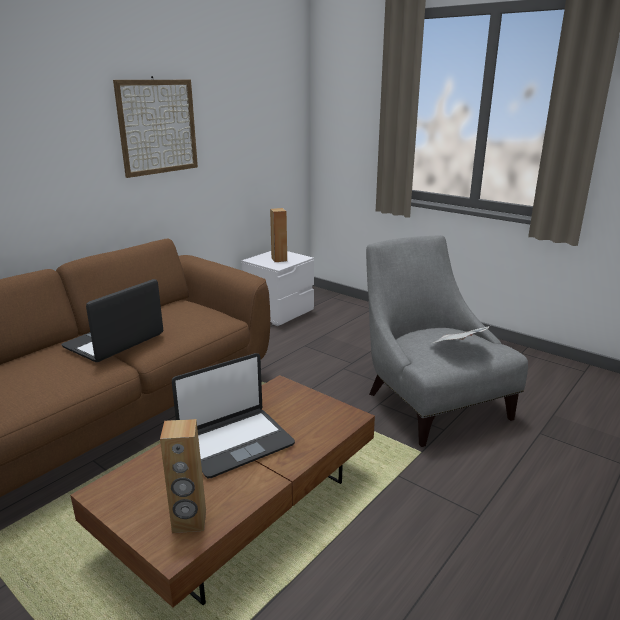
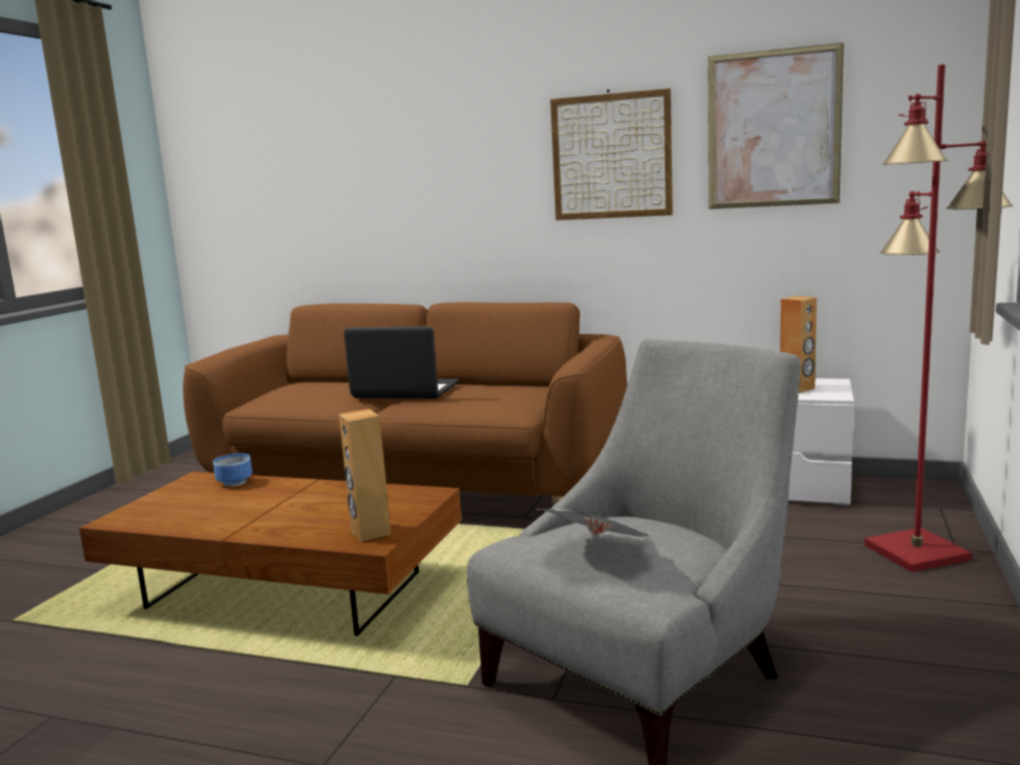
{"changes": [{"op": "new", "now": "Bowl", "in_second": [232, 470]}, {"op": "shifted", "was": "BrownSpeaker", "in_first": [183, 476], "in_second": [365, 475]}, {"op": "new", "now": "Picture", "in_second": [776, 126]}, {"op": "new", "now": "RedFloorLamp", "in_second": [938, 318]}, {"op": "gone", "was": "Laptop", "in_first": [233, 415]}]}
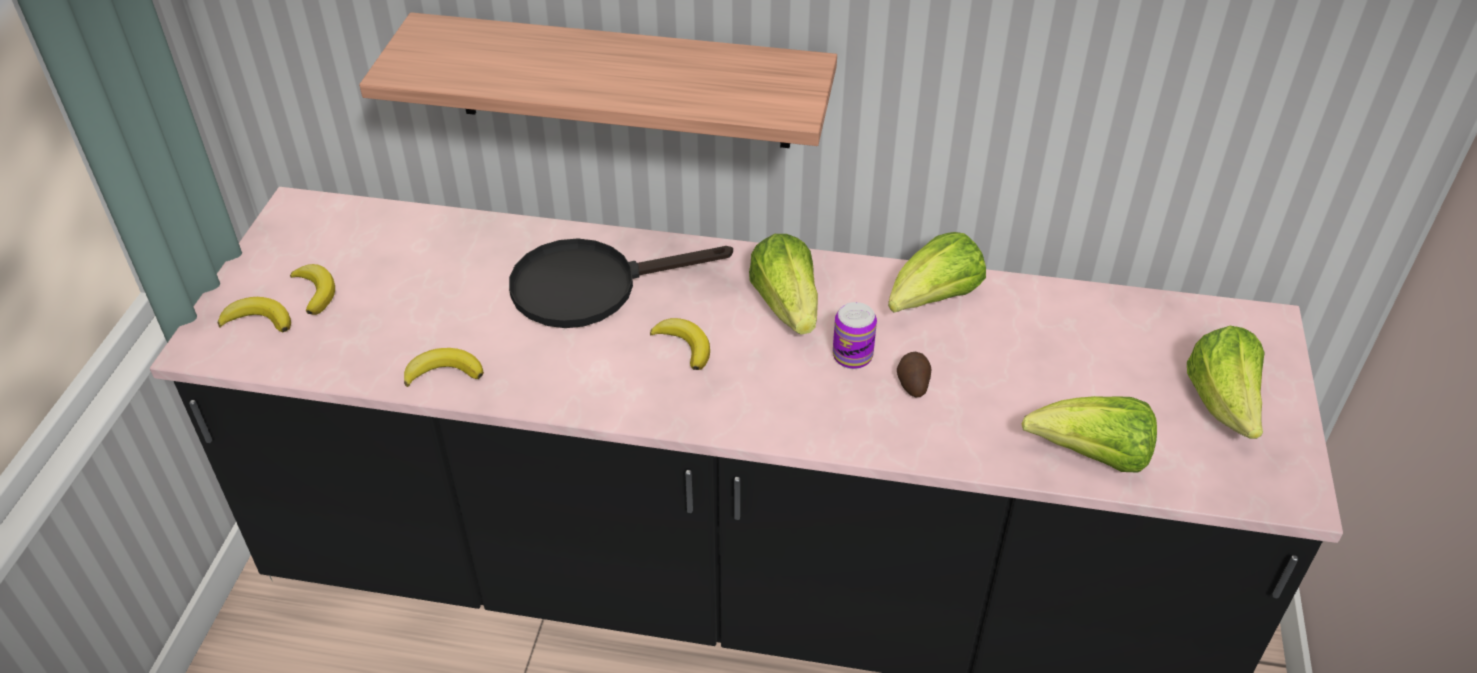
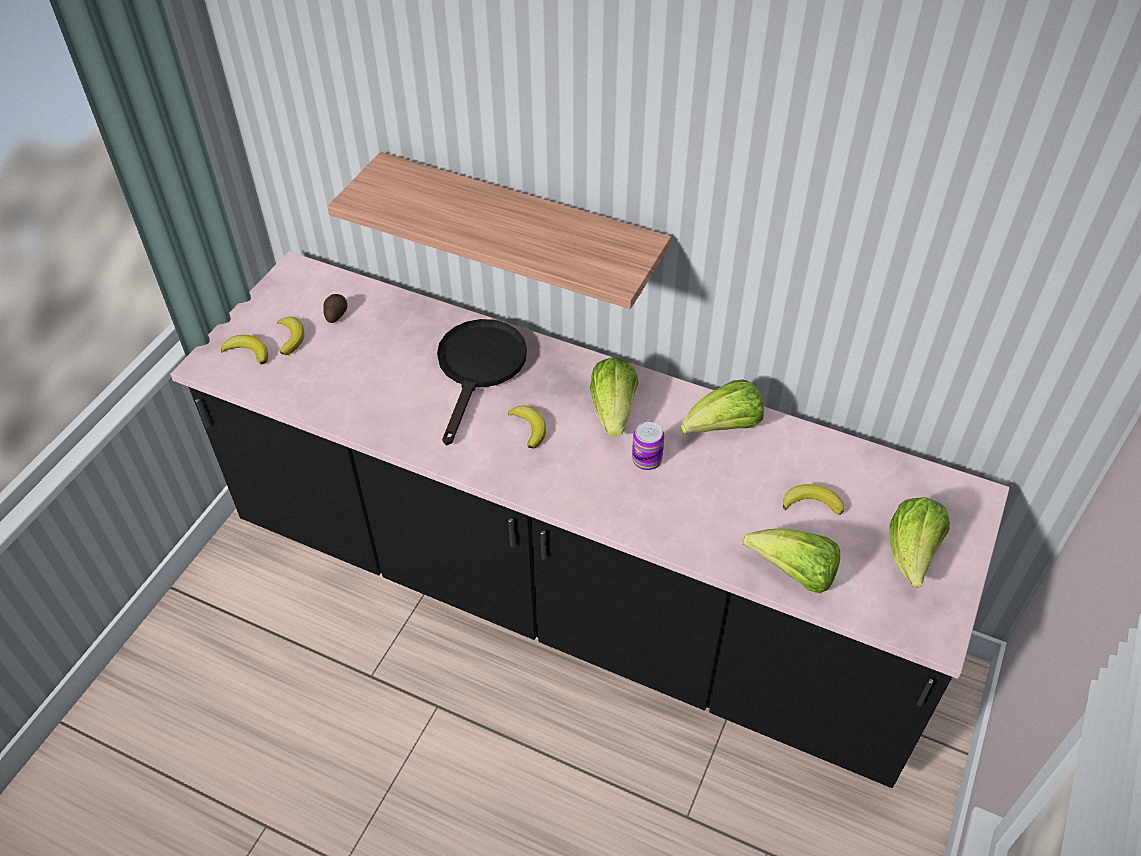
{"changes": [{"op": "shifted", "was": "Potato", "in_first": [914, 374], "in_second": [335, 308]}, {"op": "rotated", "was": "BlackFryingPan", "in_first": [621, 283], "in_second": [482, 382], "clockwise": 105}, {"op": "shifted", "was": "Banana", "in_first": [444, 367], "in_second": [813, 499]}]}
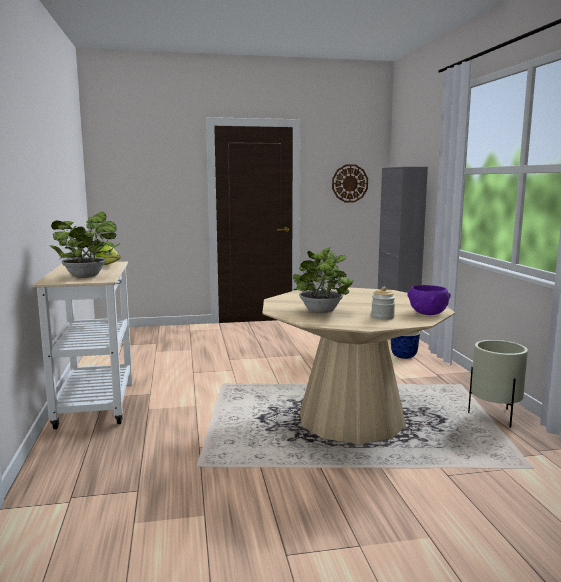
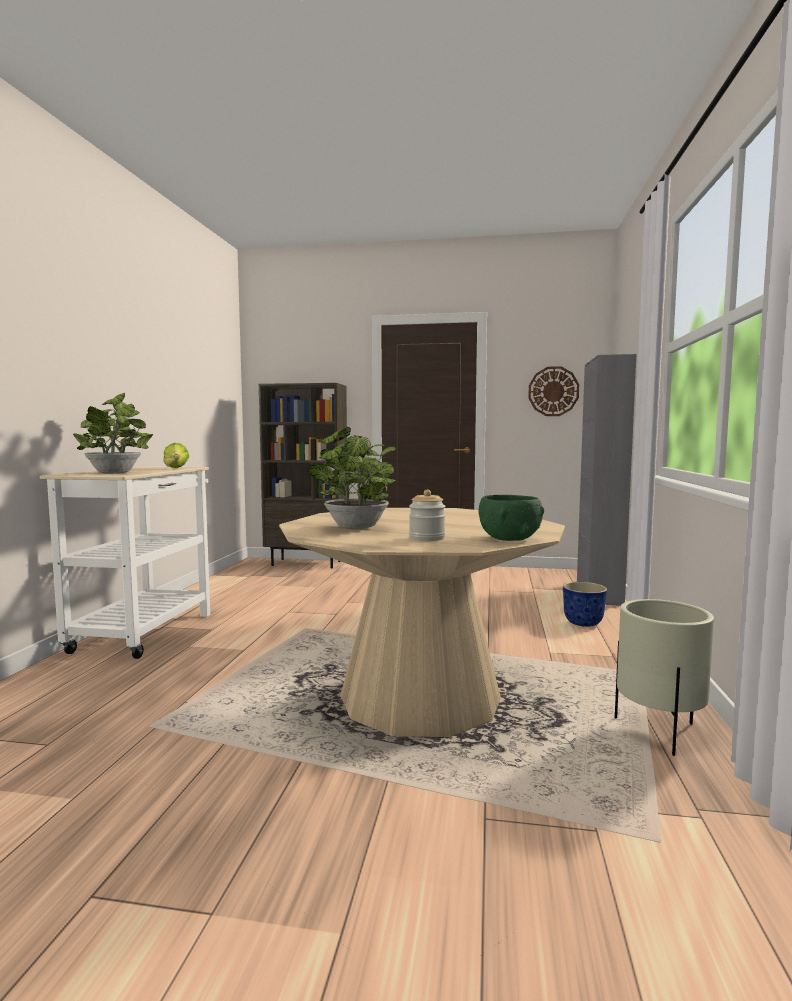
{"changes": [{"op": "new", "now": "BrownBookcase", "in_second": [303, 475]}, {"op": "repainted", "was": "PurpleBowl", "now": "GreenBowl", "in_first": [429, 300], "in_second": [511, 518]}]}
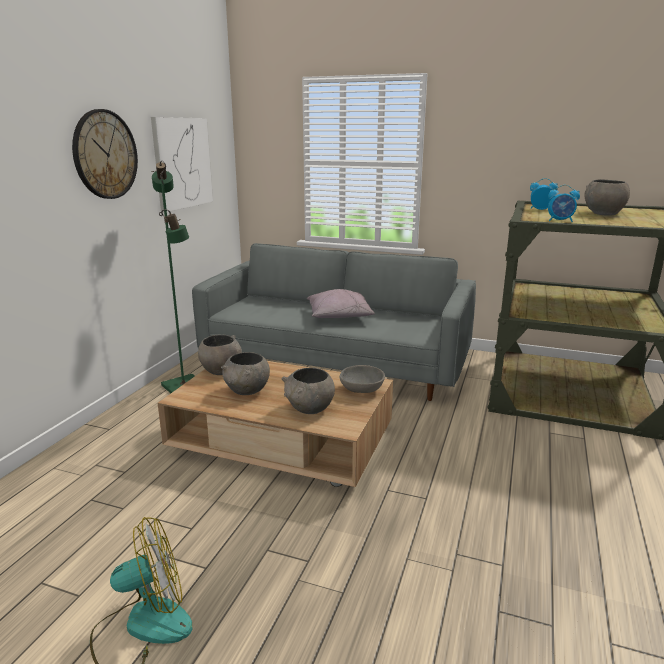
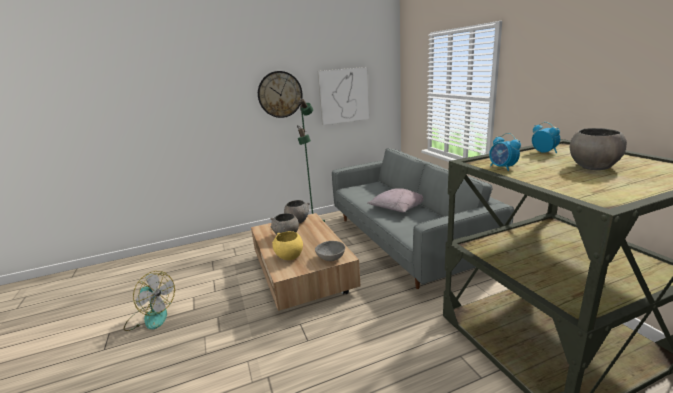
{"changes": [{"op": "repainted", "was": "GreyBowl", "now": "YellowBowl", "in_first": [308, 391], "in_second": [287, 245]}]}
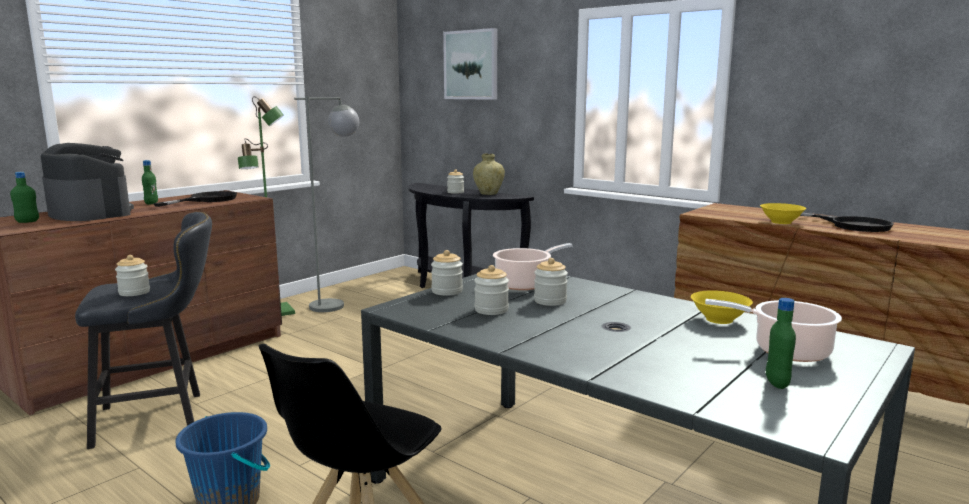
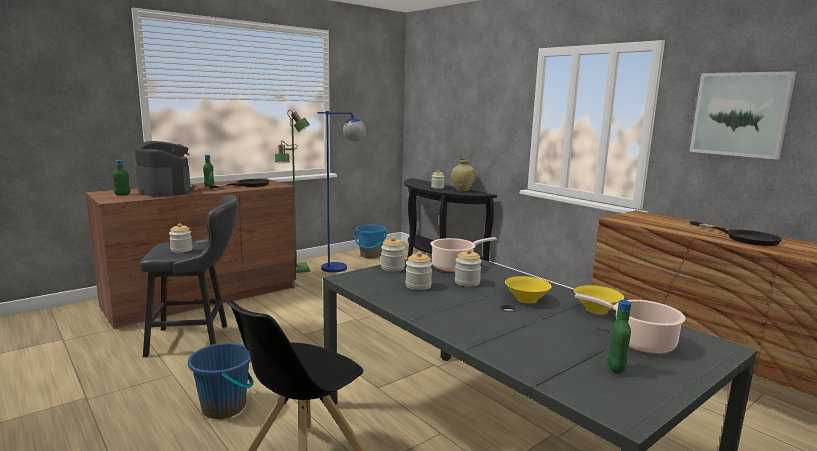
{"changes": [{"op": "repainted", "was": "GreyFloorLamp", "now": "BlueFloorLamp", "in_first": [326, 204], "in_second": [342, 192]}, {"op": "new", "now": "BlueBucket", "in_second": [371, 241]}, {"op": "shifted", "was": "YellowBowl", "in_first": [783, 213], "in_second": [528, 289]}, {"op": "shifted", "was": "Picture", "in_first": [470, 64], "in_second": [743, 115]}]}
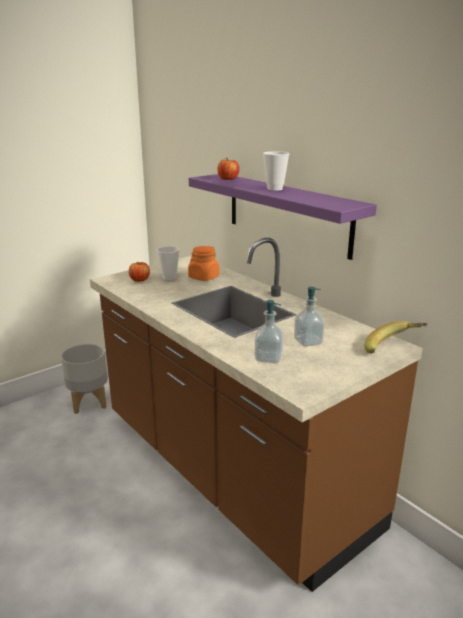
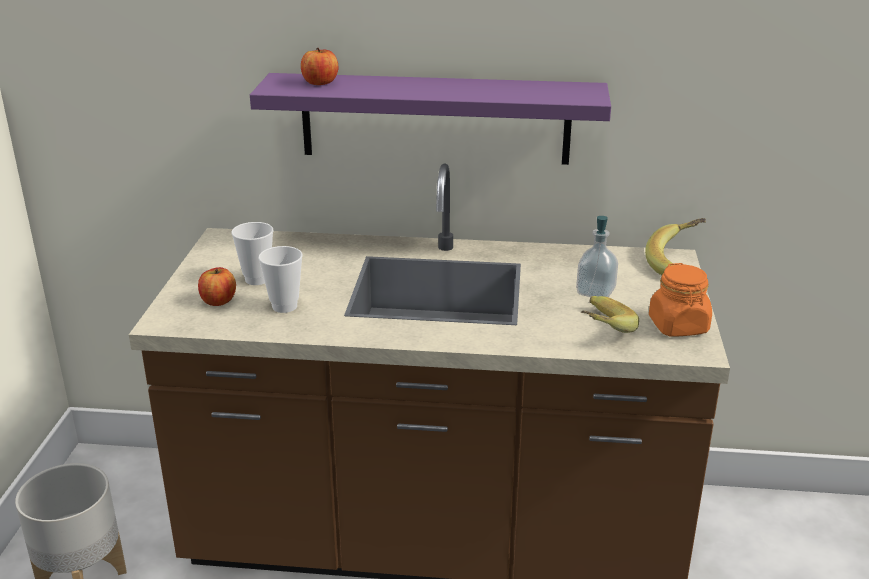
{"changes": [{"op": "shifted", "was": "Cup", "in_first": [276, 171], "in_second": [281, 279]}, {"op": "swapped", "was": "SoapDispenser", "now": "Banana", "in_first": [269, 331], "in_second": [610, 314]}, {"op": "shifted", "was": "OrangeJar", "in_first": [203, 263], "in_second": [680, 299]}]}
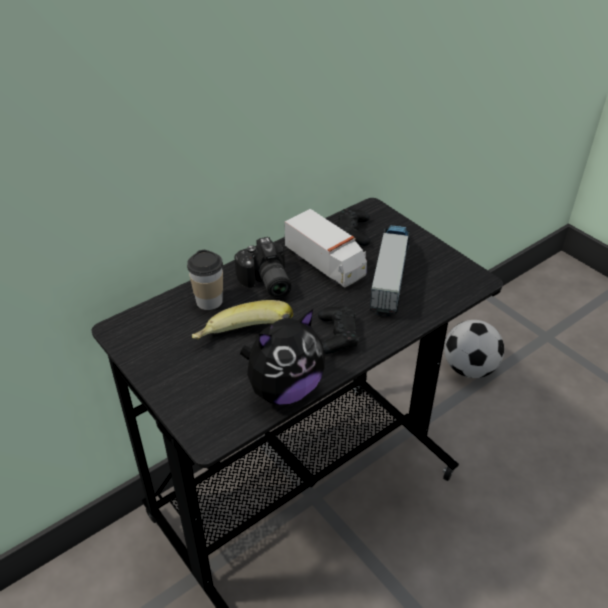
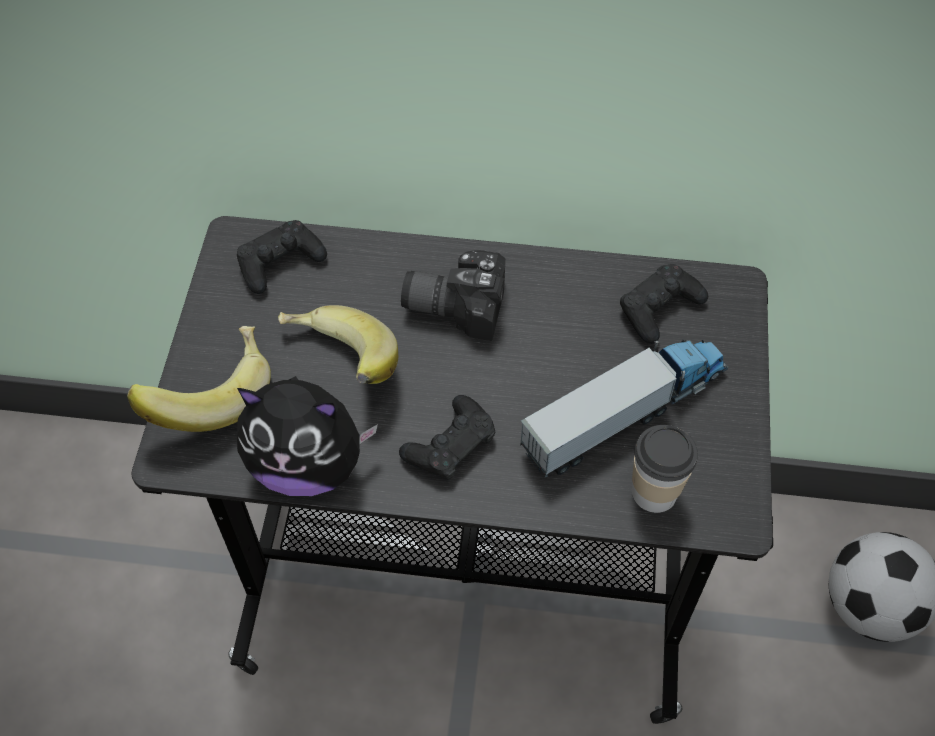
{"changes": [{"op": "new", "now": "Banana", "in_second": [199, 379]}, {"op": "new", "now": "BlackGameController", "in_second": [282, 257]}, {"op": "rotated", "was": "PhotoCamera", "in_first": [262, 268], "in_second": [453, 295], "clockwise": 75}, {"op": "shifted", "was": "Cup", "in_first": [205, 280], "in_second": [665, 469]}, {"op": "gone", "was": "ToyTruck", "in_first": [326, 248]}]}
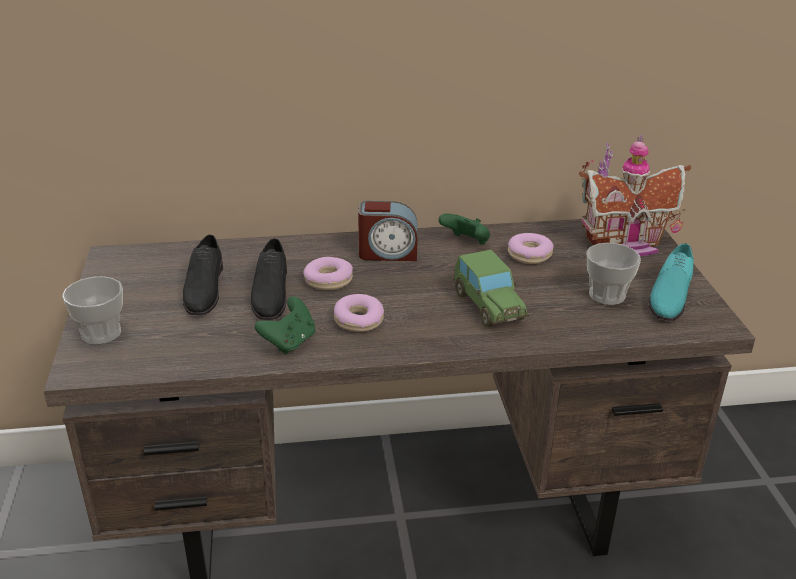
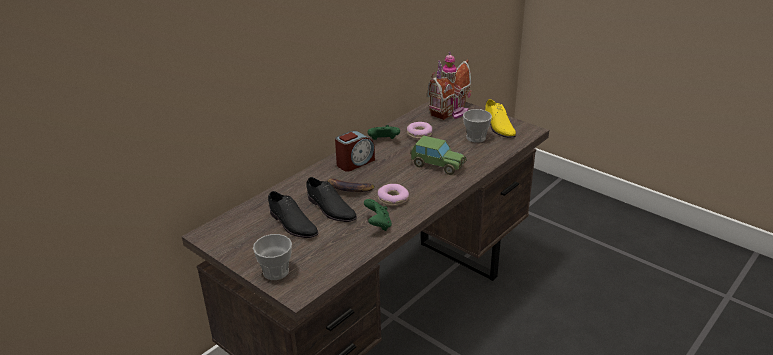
{"changes": [{"op": "swapped", "was": "Donut", "now": "Banana", "in_first": [328, 273], "in_second": [351, 185]}, {"op": "repainted", "was": "TurquoiseShoe", "now": "YellowShoe", "in_first": [671, 282], "in_second": [500, 118]}]}
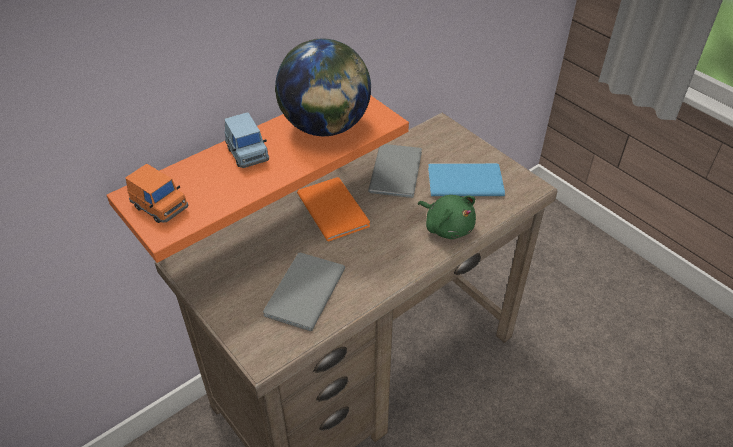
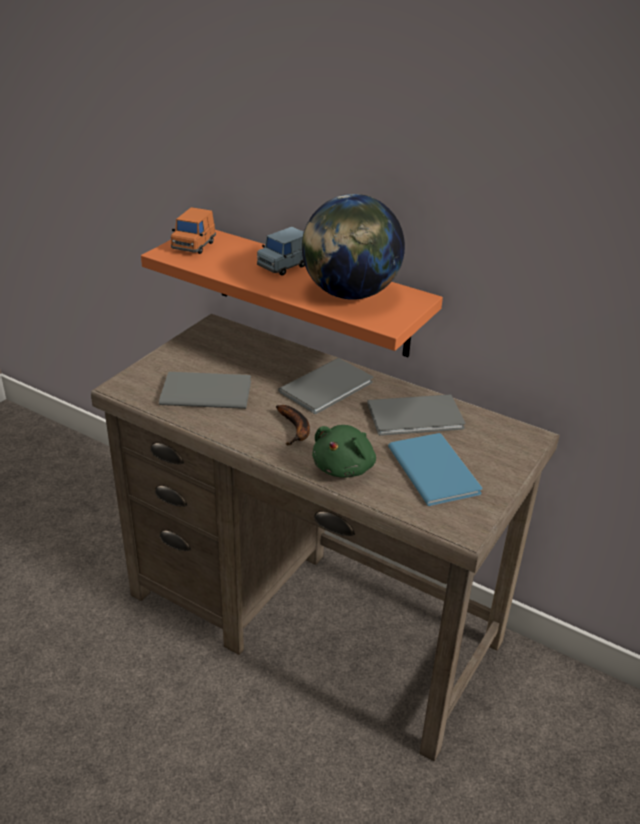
{"changes": [{"op": "new", "now": "Banana", "in_second": [293, 425]}, {"op": "repainted", "was": "OrangeBook", "now": "GreyBook", "in_first": [333, 209], "in_second": [325, 386]}]}
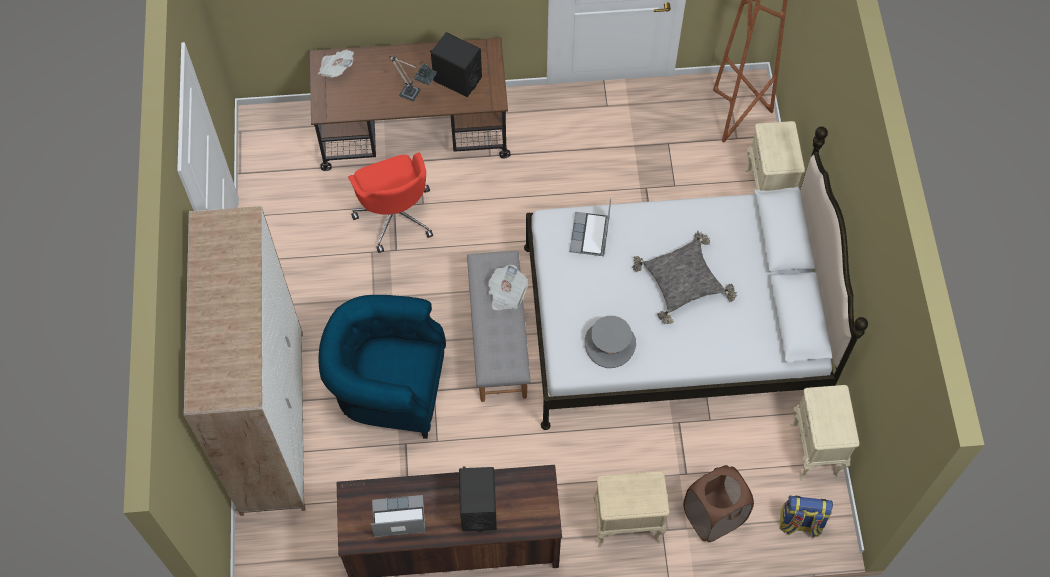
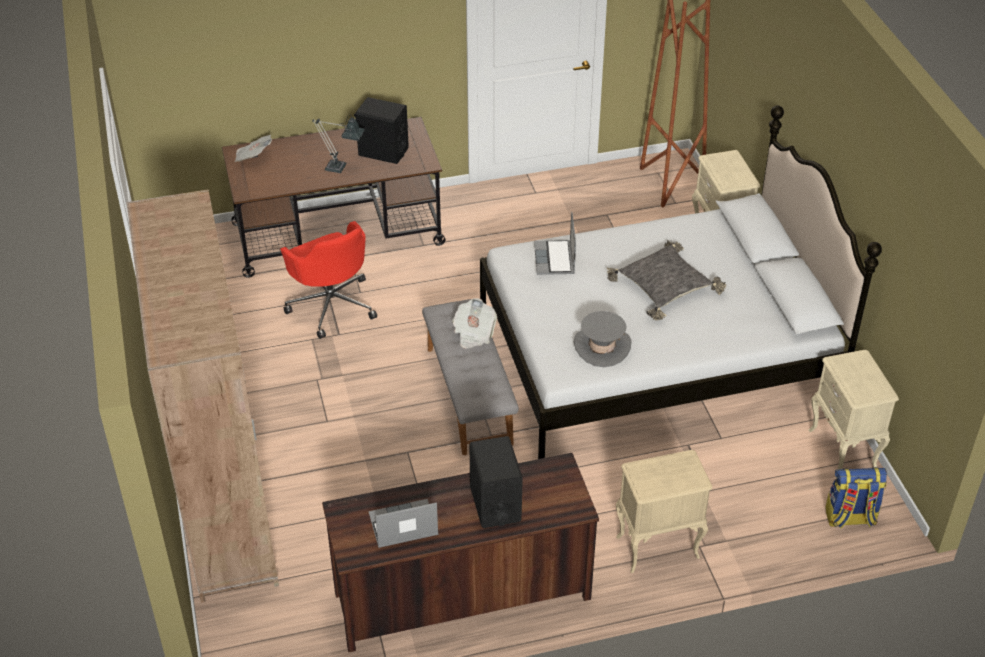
{"changes": [{"op": "gone", "was": "BlueArmchair", "in_first": [382, 367]}, {"op": "gone", "was": "BrownLaundryBasket", "in_first": [718, 503]}]}
